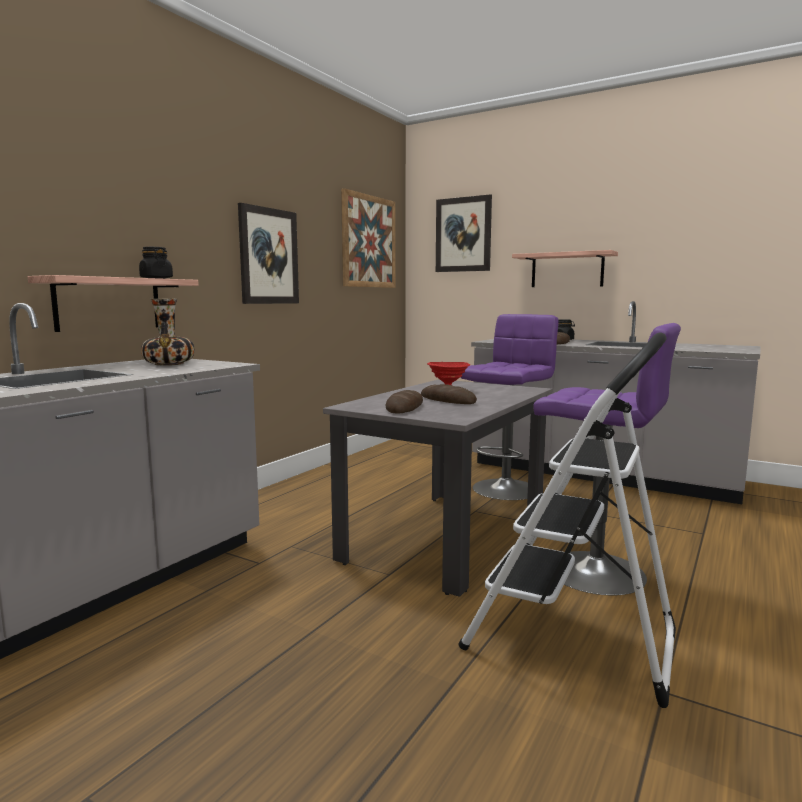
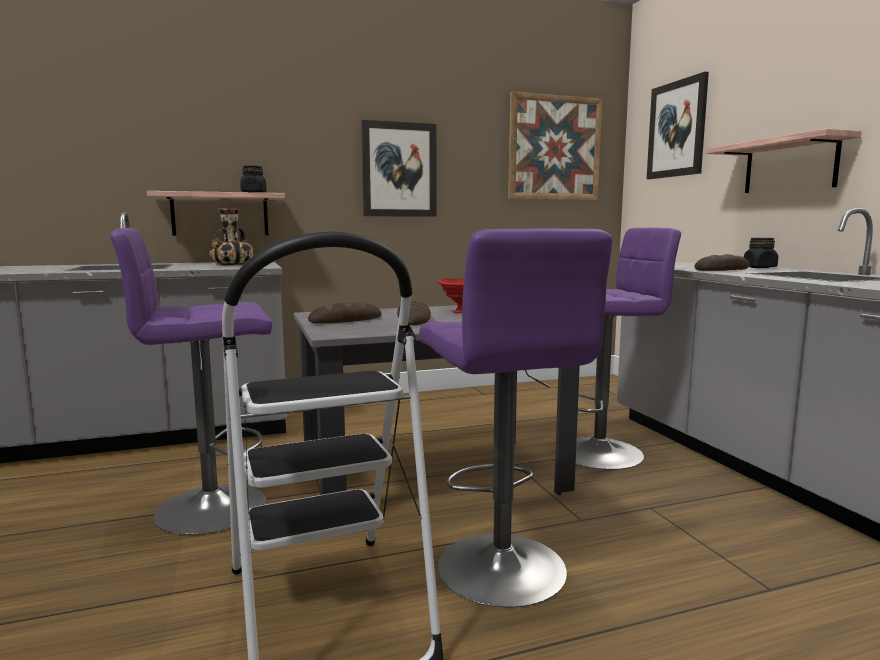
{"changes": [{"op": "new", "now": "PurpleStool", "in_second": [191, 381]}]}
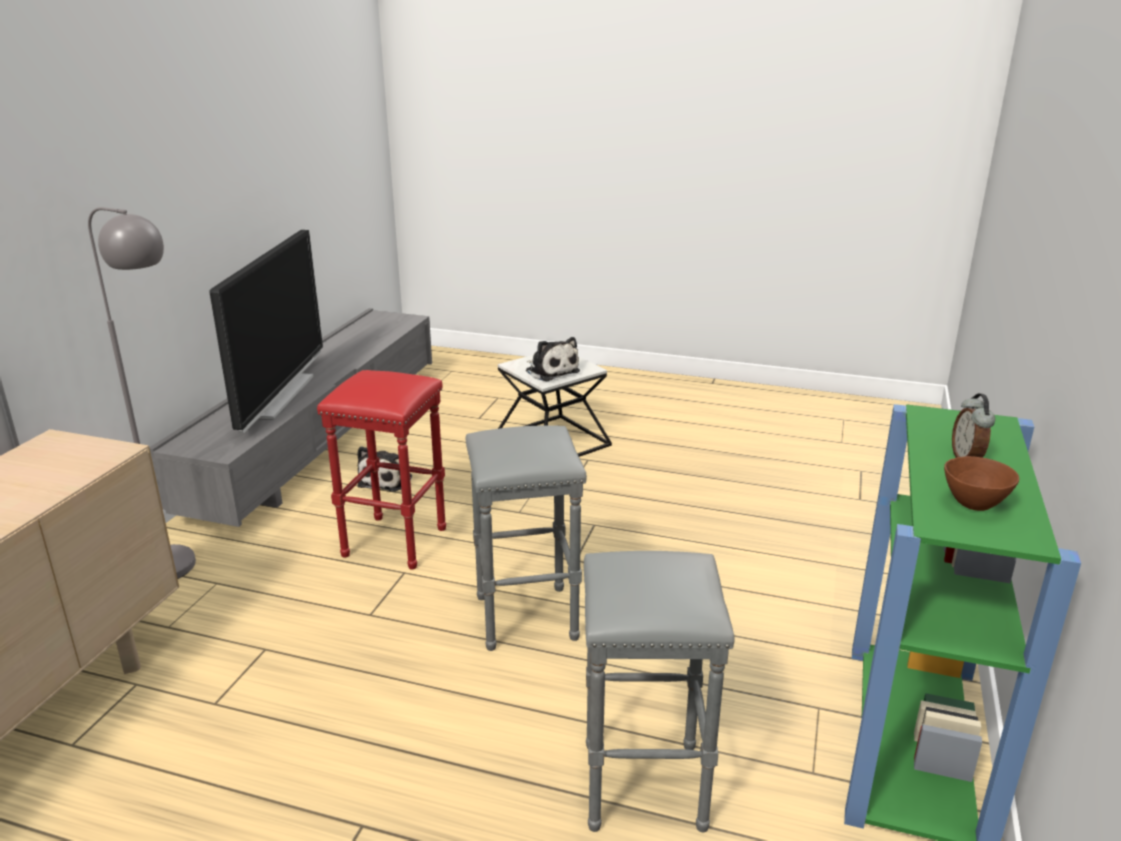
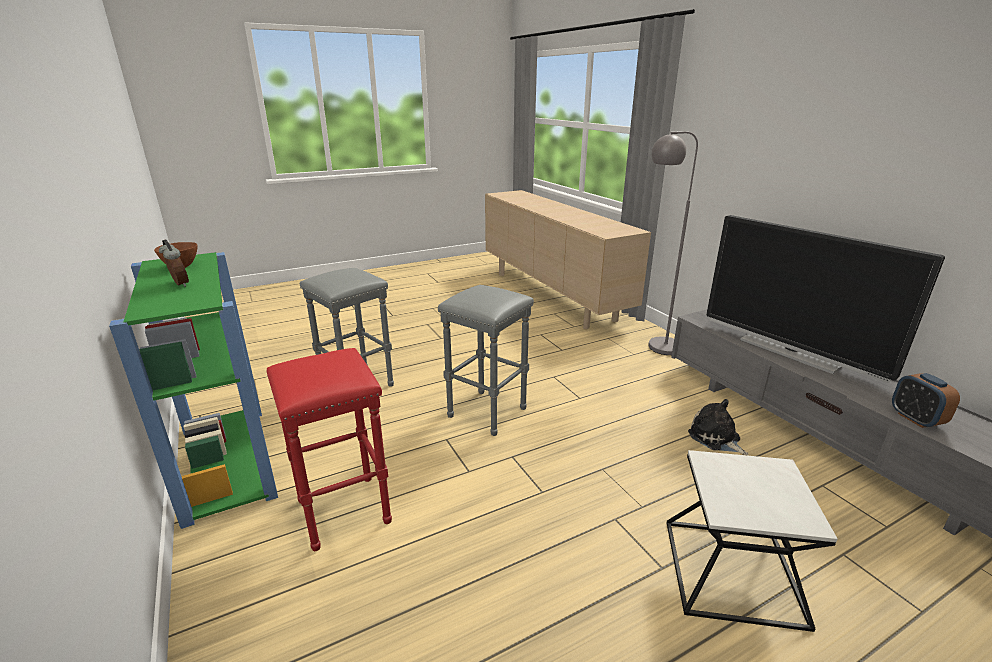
{"changes": [{"op": "shifted", "was": "RedStool", "in_first": [381, 470], "in_second": [329, 449]}, {"op": "new", "now": "AlarmClock", "in_second": [926, 400]}, {"op": "gone", "was": "PlushToy", "in_first": [553, 359]}]}
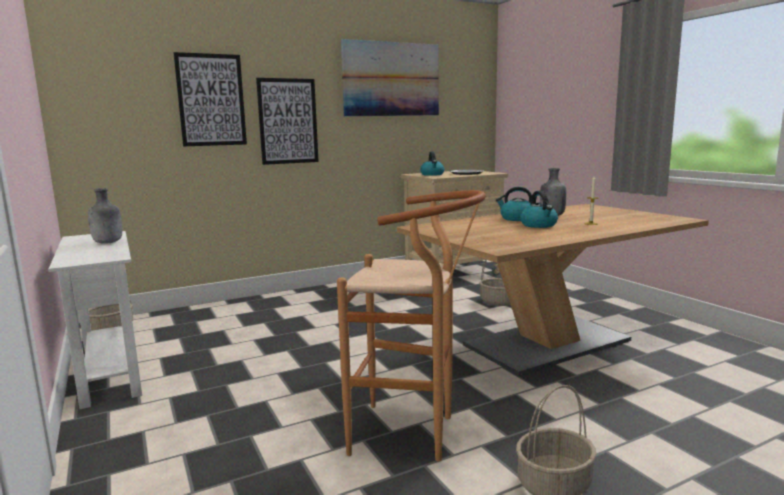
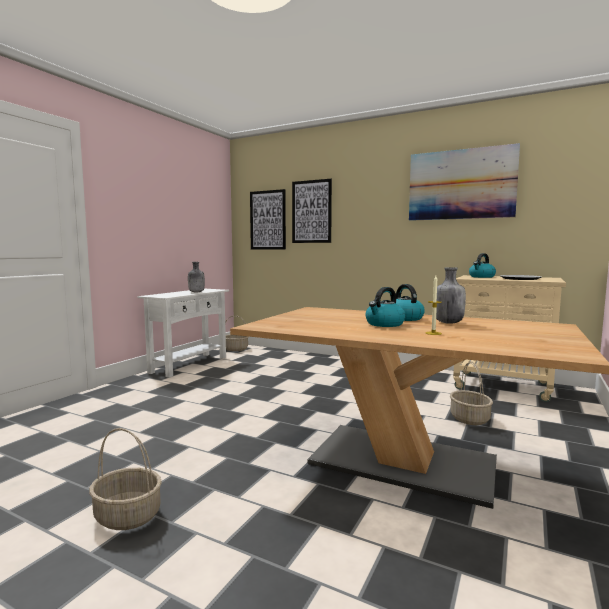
{"changes": [{"op": "shifted", "was": "Picture", "in_first": [287, 121], "in_second": [268, 219]}, {"op": "gone", "was": "BrownStool", "in_first": [411, 325]}]}
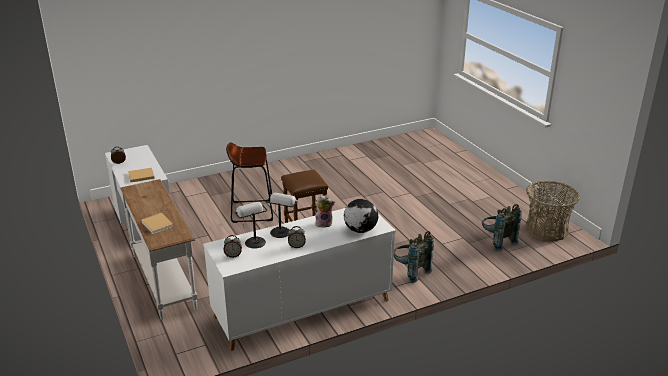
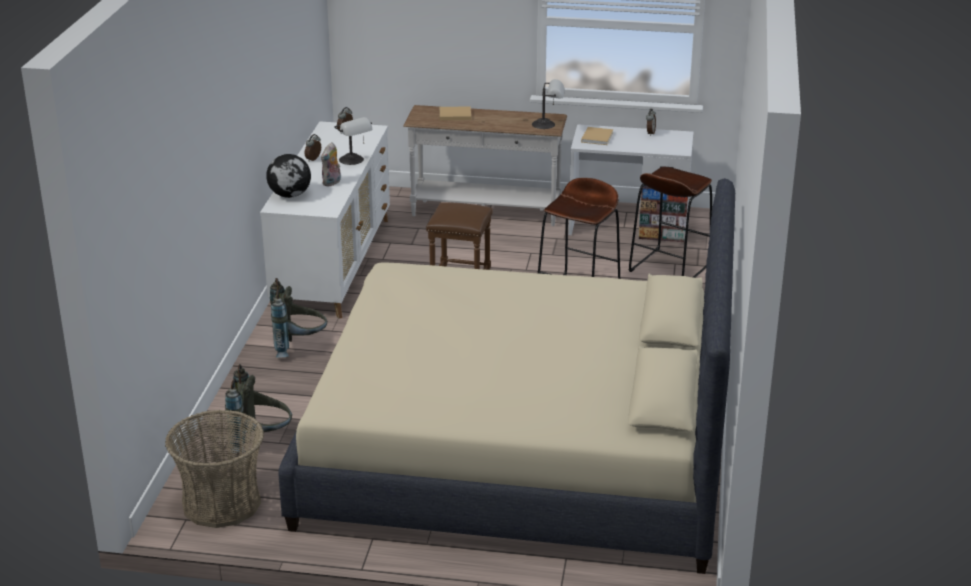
{"changes": [{"op": "new", "now": "BeigeBed", "in_second": [506, 376]}, {"op": "shifted", "was": "TableLamp", "in_first": [251, 225], "in_second": [548, 104]}, {"op": "new", "now": "BrownStool", "in_second": [670, 222]}]}
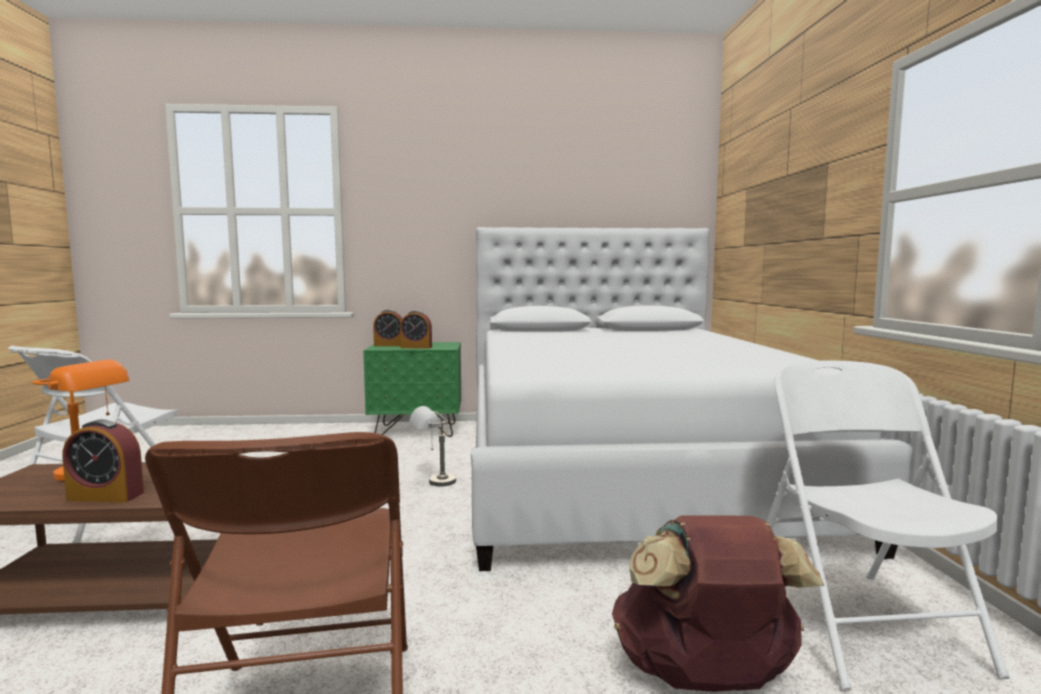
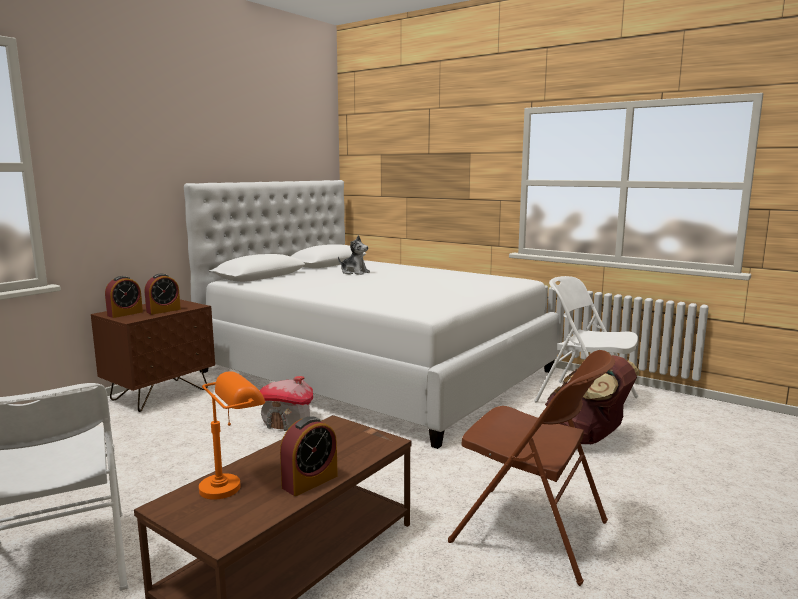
{"changes": [{"op": "repainted", "was": "GreenNightstand", "now": "BrownNightstand", "in_first": [412, 389], "in_second": [153, 355]}, {"op": "swapped", "was": "GreyTableLamp", "now": "ToyHouse", "in_first": [432, 446], "in_second": [286, 403]}, {"op": "new", "now": "PlushToy", "in_second": [354, 255]}]}
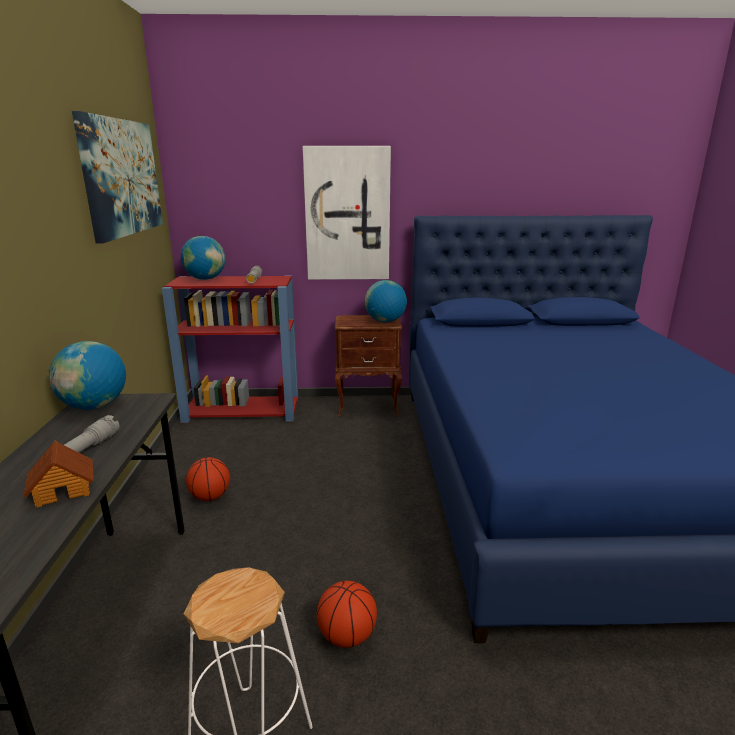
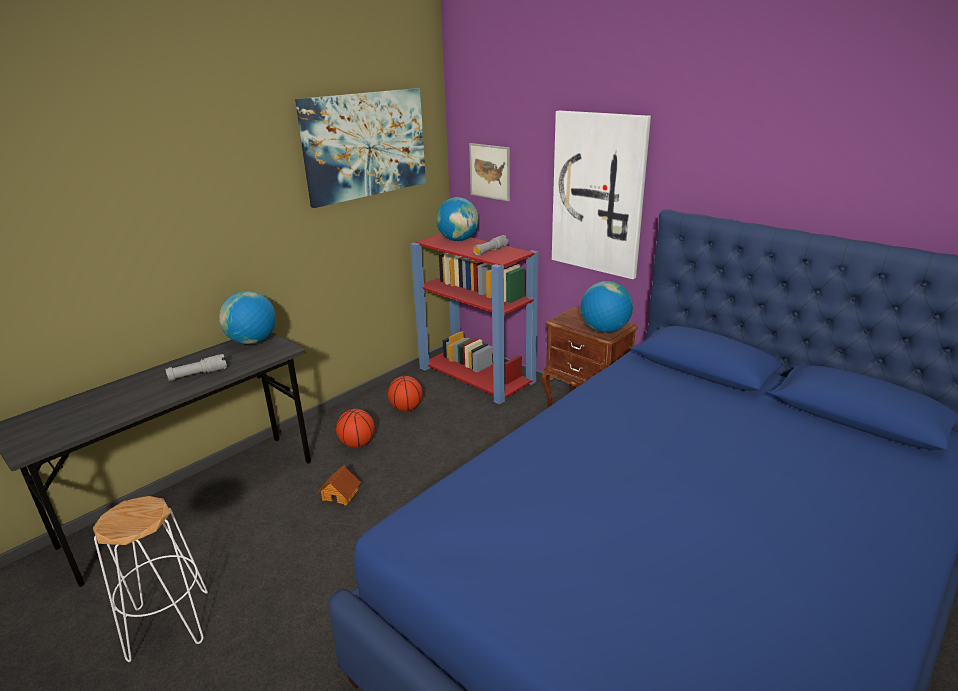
{"changes": [{"op": "shifted", "was": "ToyHouse", "in_first": [58, 474], "in_second": [339, 485]}, {"op": "shifted", "was": "Basketball", "in_first": [347, 614], "in_second": [405, 393]}, {"op": "new", "now": "Picture", "in_second": [489, 172]}]}
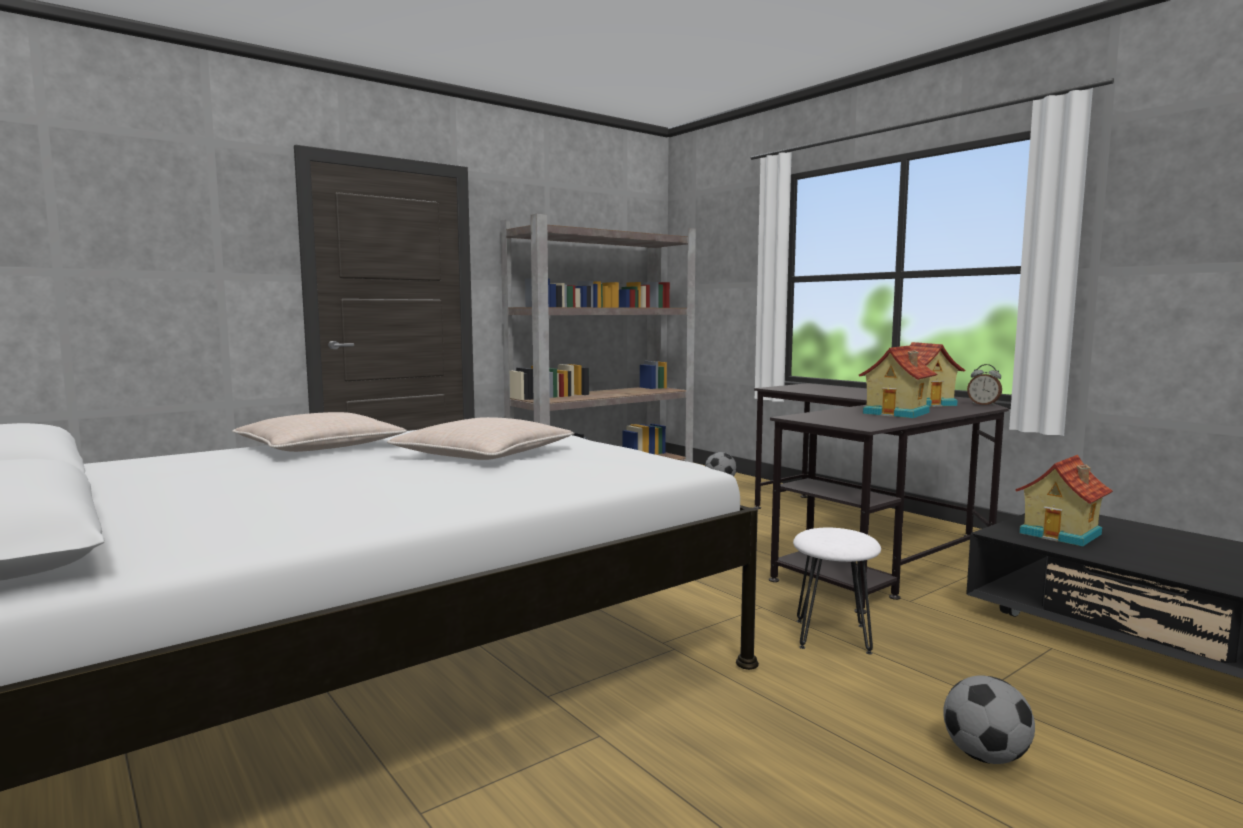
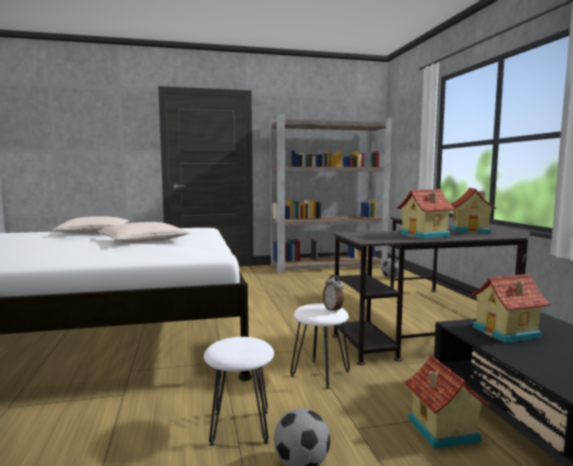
{"changes": [{"op": "new", "now": "WhiteStool", "in_second": [239, 391]}, {"op": "shifted", "was": "AlarmClock", "in_first": [984, 385], "in_second": [333, 294]}, {"op": "new", "now": "ToyHouse", "in_second": [447, 402]}]}
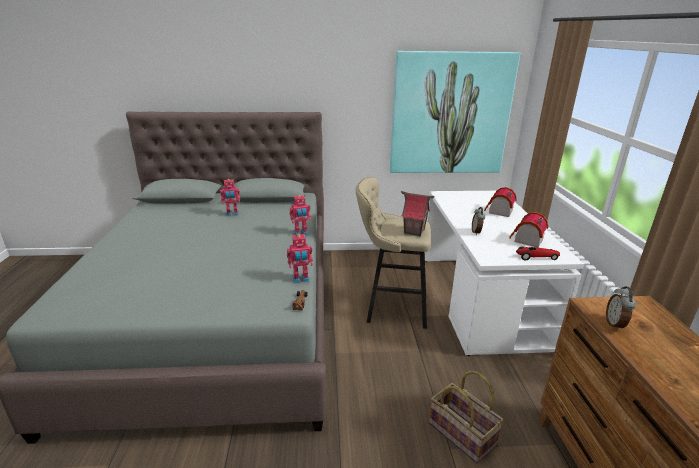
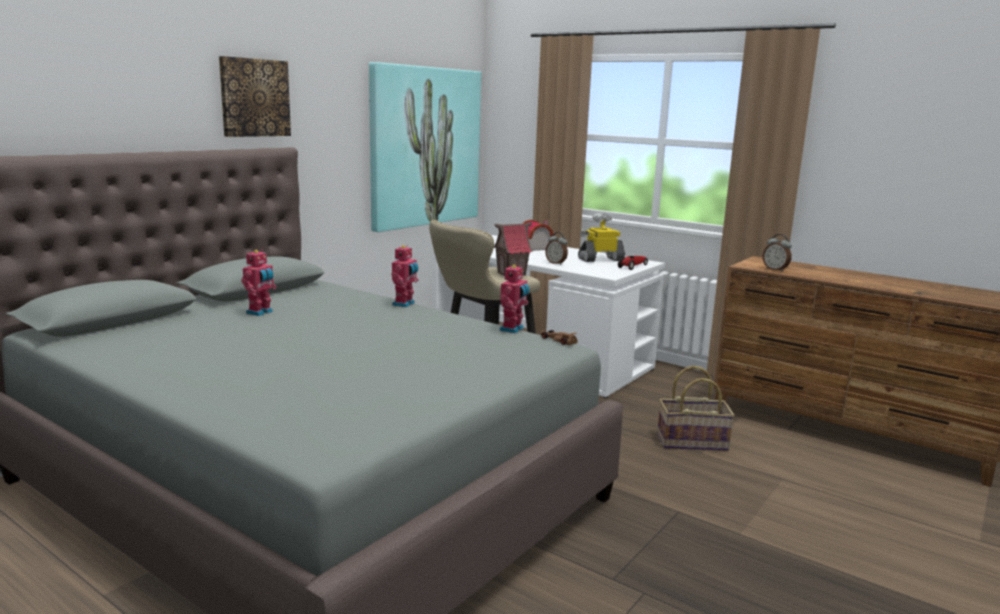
{"changes": [{"op": "new", "now": "Picture", "in_second": [255, 96]}, {"op": "swapped", "was": "ToyHouse", "now": "ToyRobot", "in_first": [528, 230], "in_second": [601, 237]}]}
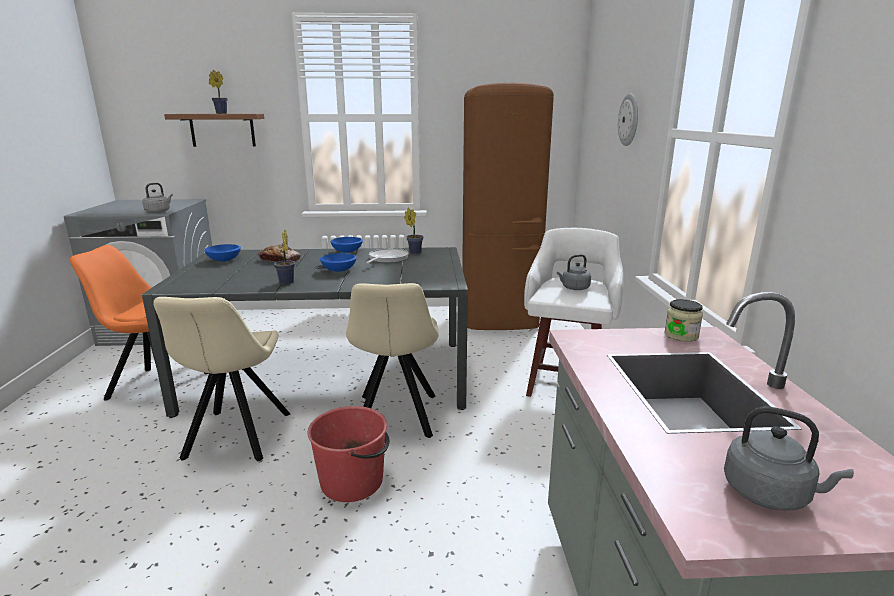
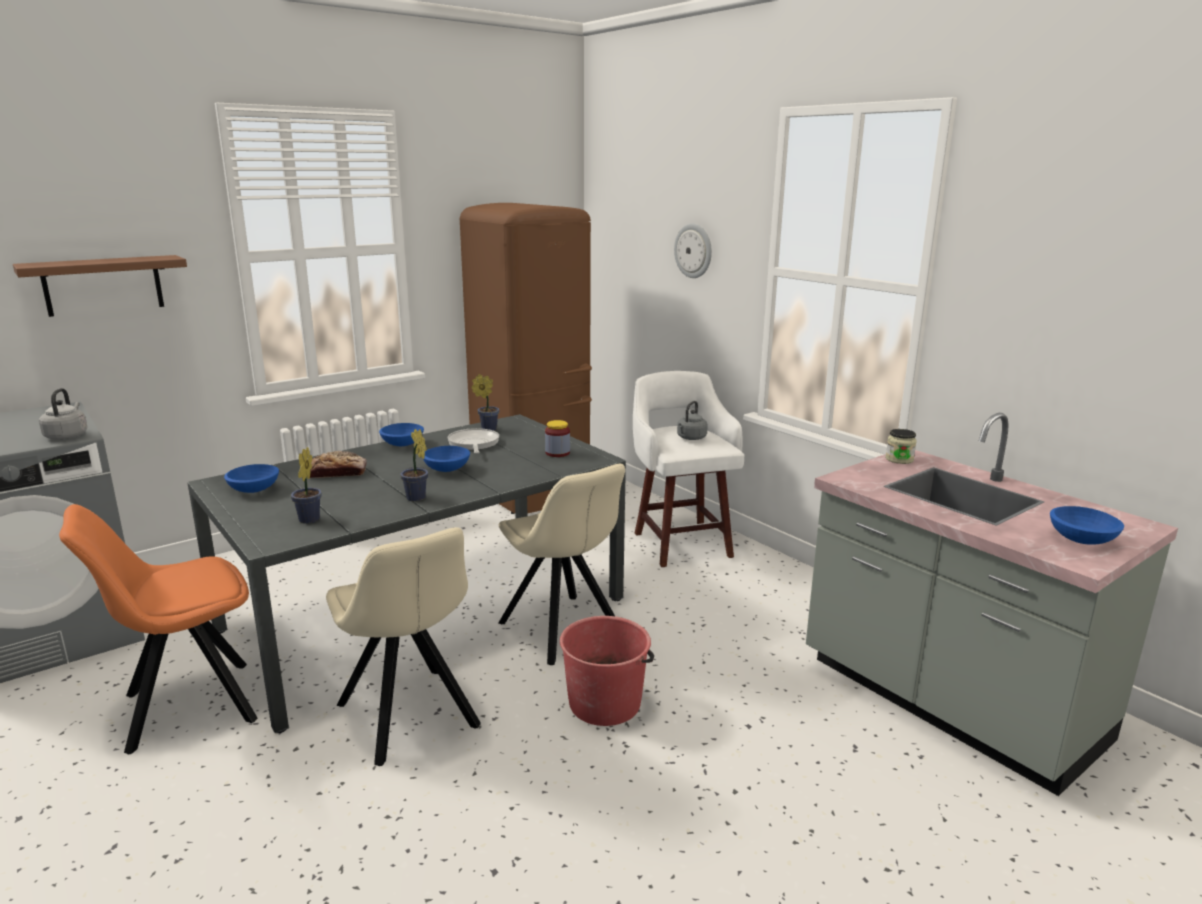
{"changes": [{"op": "shifted", "was": "PottedPlant", "in_first": [218, 92], "in_second": [306, 485]}, {"op": "new", "now": "Jar", "in_second": [557, 438]}, {"op": "swapped", "was": "GreyKettle", "now": "BlueBowl", "in_first": [789, 459], "in_second": [1087, 525]}]}
